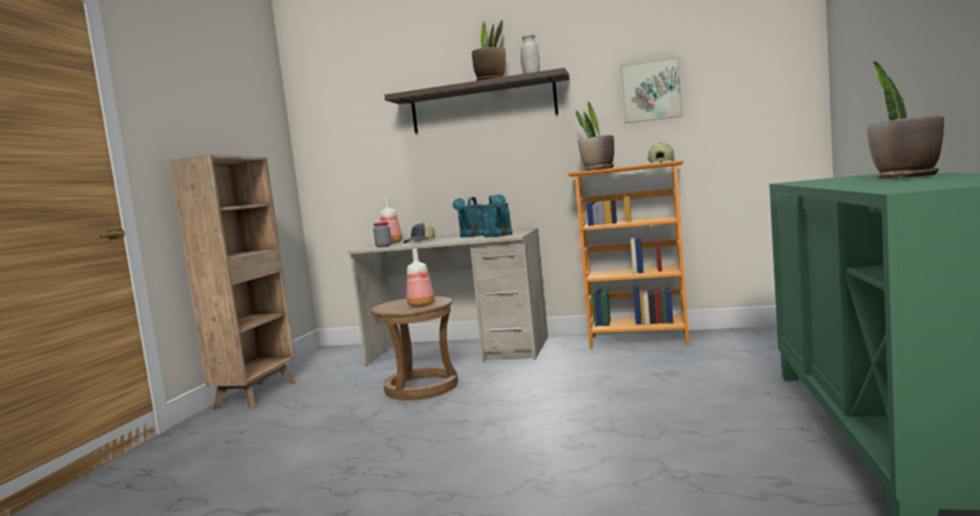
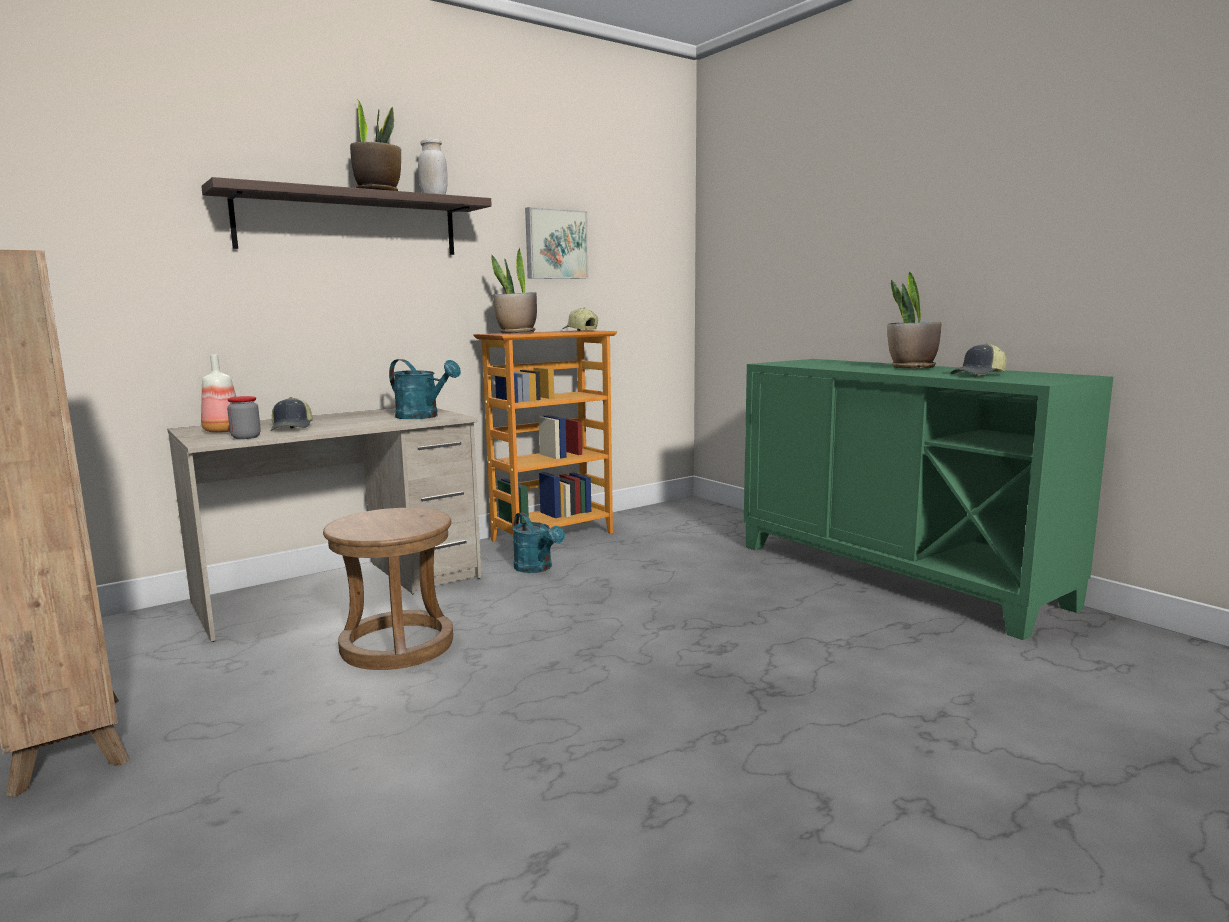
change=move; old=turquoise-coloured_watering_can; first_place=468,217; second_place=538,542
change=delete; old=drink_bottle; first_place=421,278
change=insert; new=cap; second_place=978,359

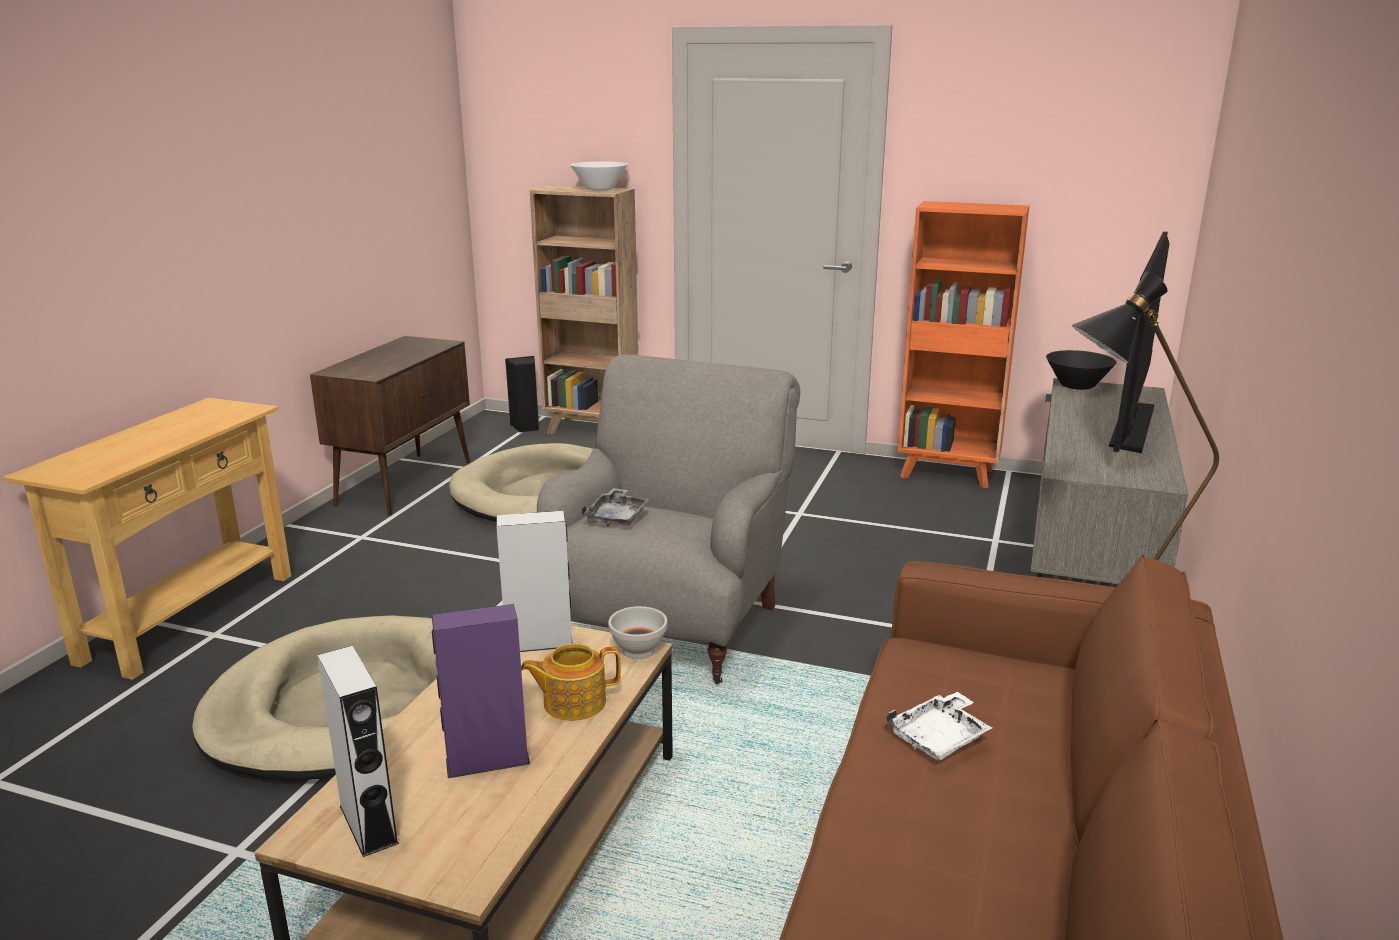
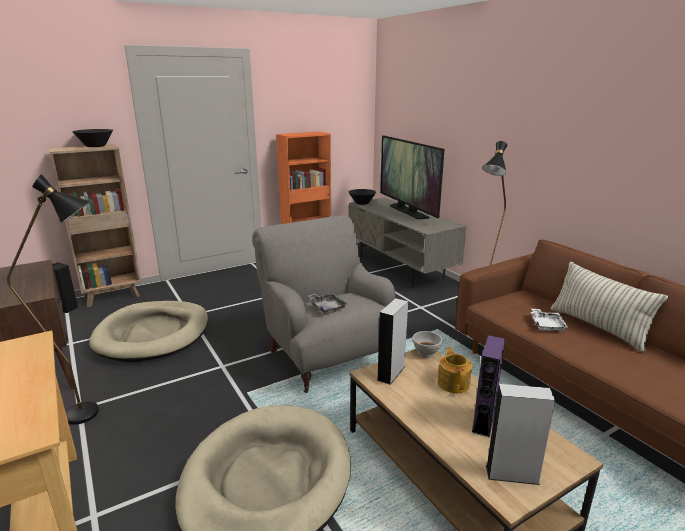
change=recolor; old=white_bowl; new=black-coloured_bowl; first_place=599,175; second_place=92,138
change=rotate; old=teapot; first_place=571,682; second_place=455,370; degrees=150
change=insert; new=black-coloured_standing_lamp; second_place=53,299
change=insert; new=throw_pillow; second_place=609,306

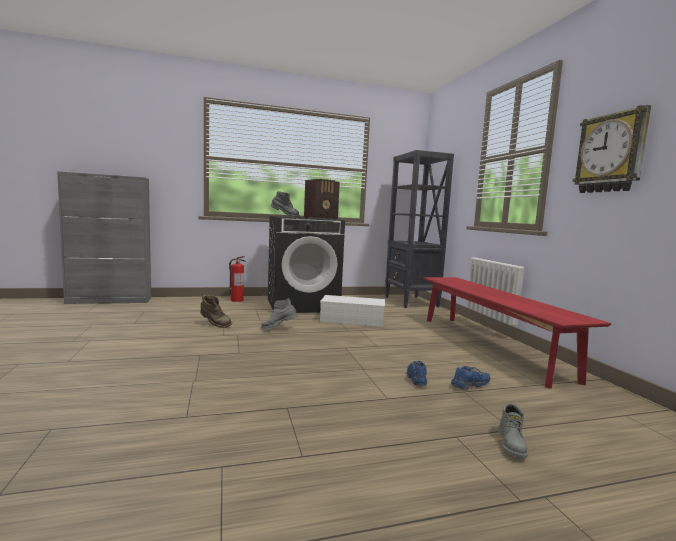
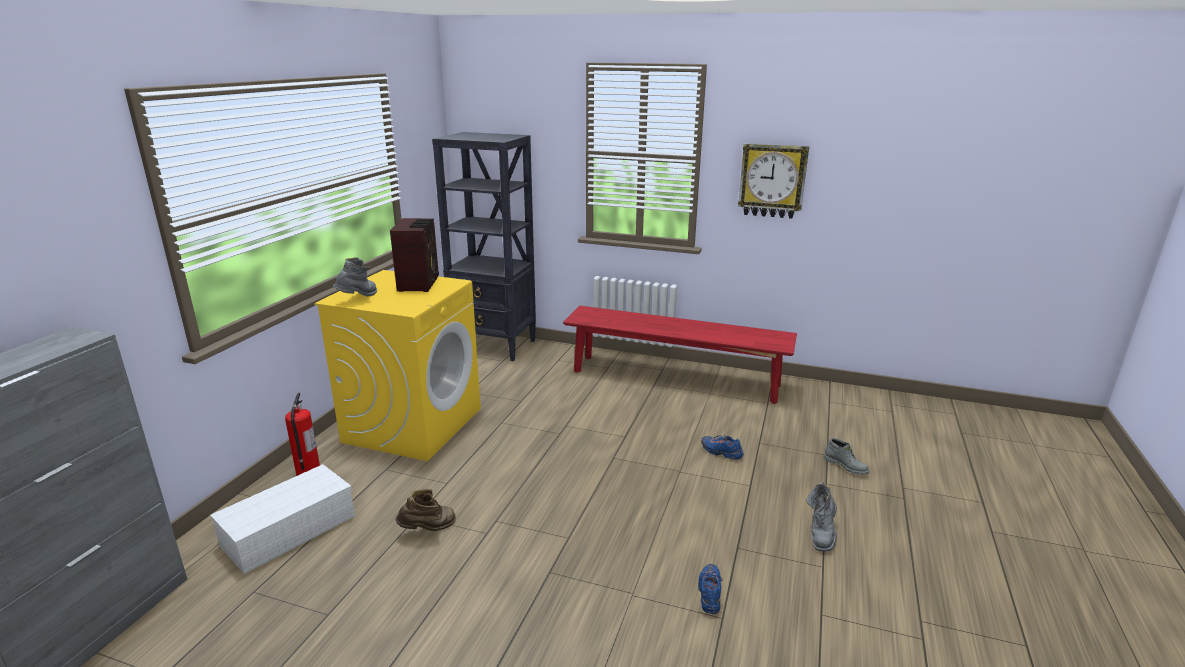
change=recolor; old=black-coloured_laundry_machine; new=yellow-coloured_laundry_machine; first_place=306,264; second_place=397,365
change=move; old=white_storage_container; first_place=352,311; second_place=282,519
change=move; old=gray_high-top_boot; first_place=279,313; second_place=821,517
change=move; old=blue-coloured_item_of_footwear; first_place=470,377; second_place=710,589

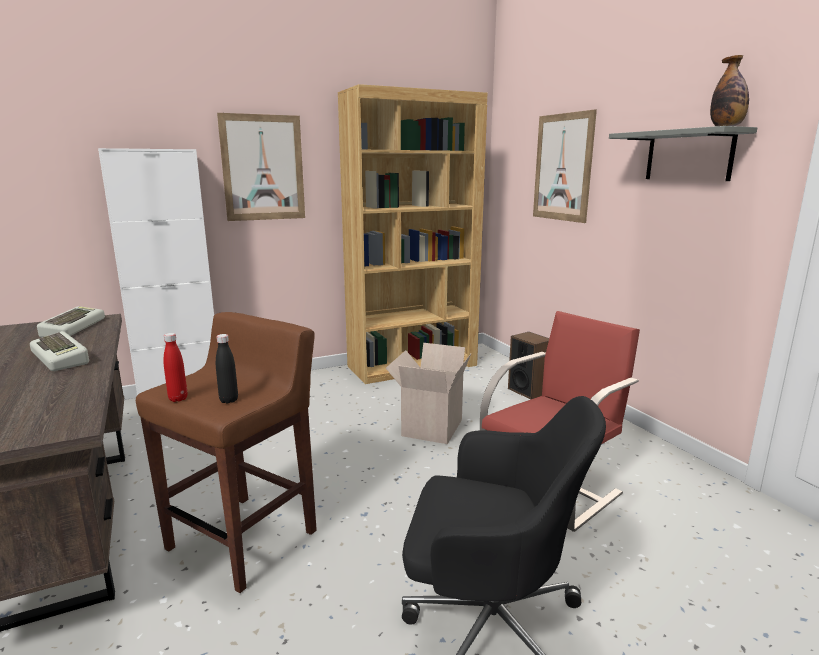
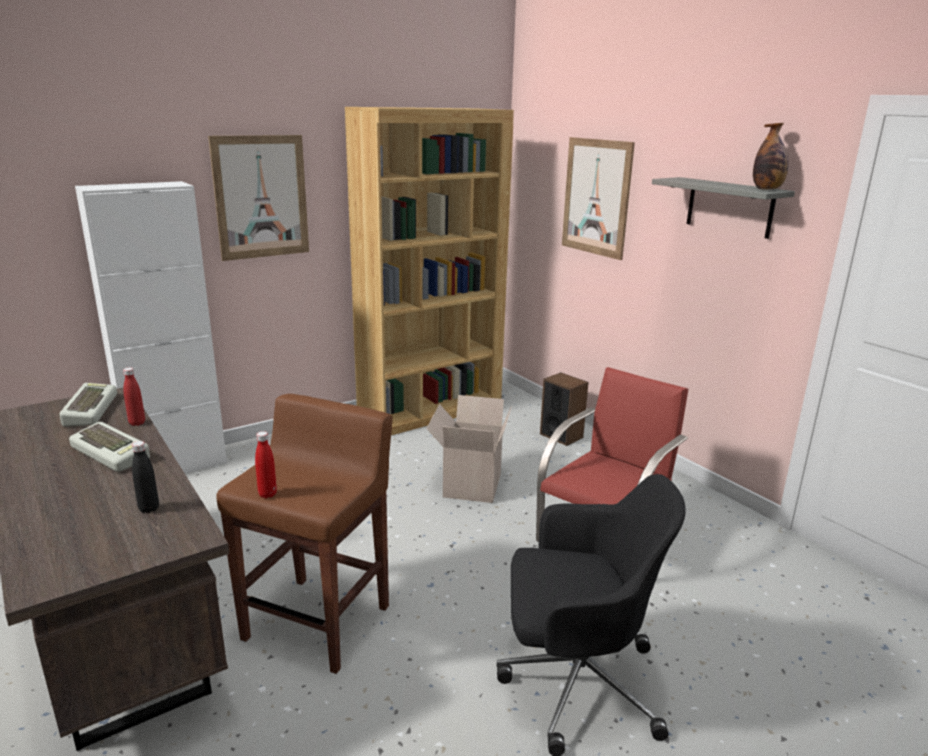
change=move; old=black-coloured_drink_bottle; first_place=227,369; second_place=145,477
change=insert; new=red_drink_bottle; second_place=134,396

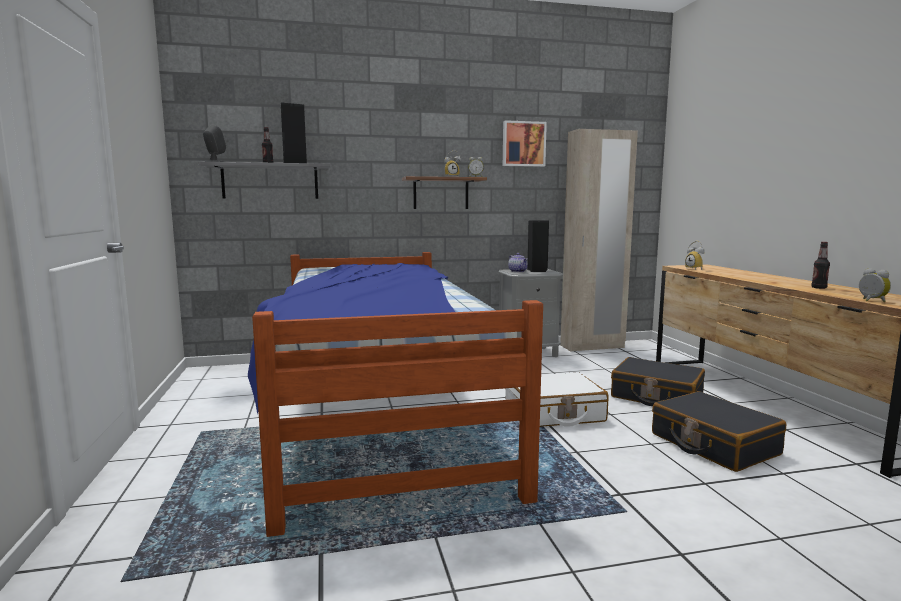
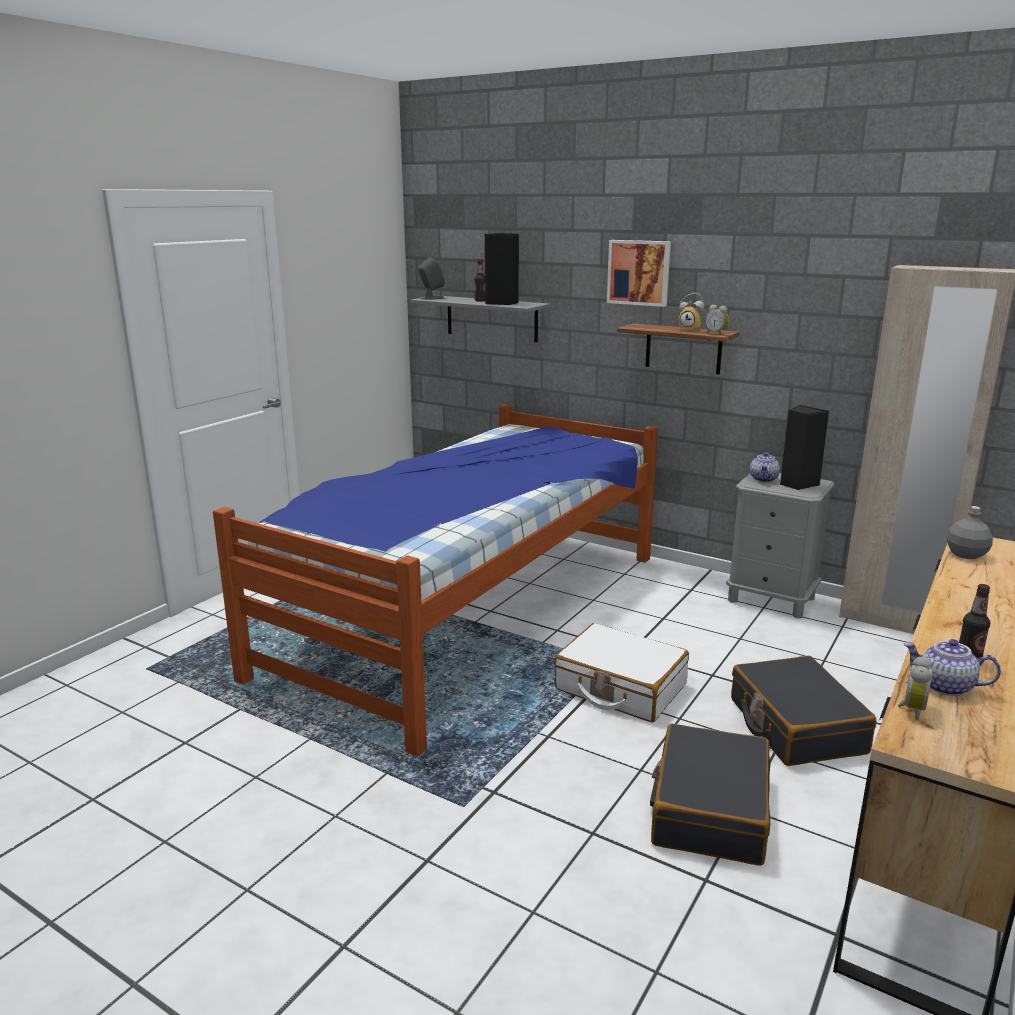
change=move; old=wall_picture; first_place=525,143; second_place=639,273
change=replace; old=alarm_clock; new=gray_drink_bottle; first_place=695,255; second_place=969,532
change=insert; new=teapot; second_place=952,667

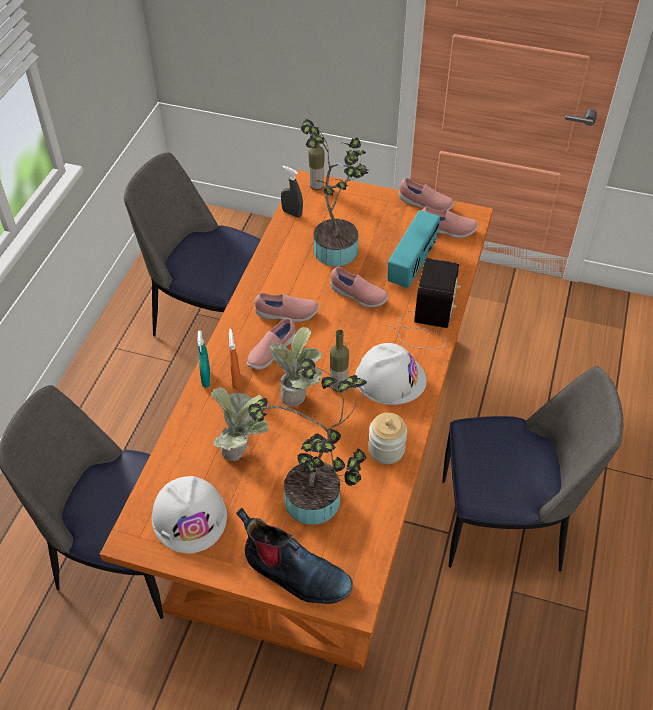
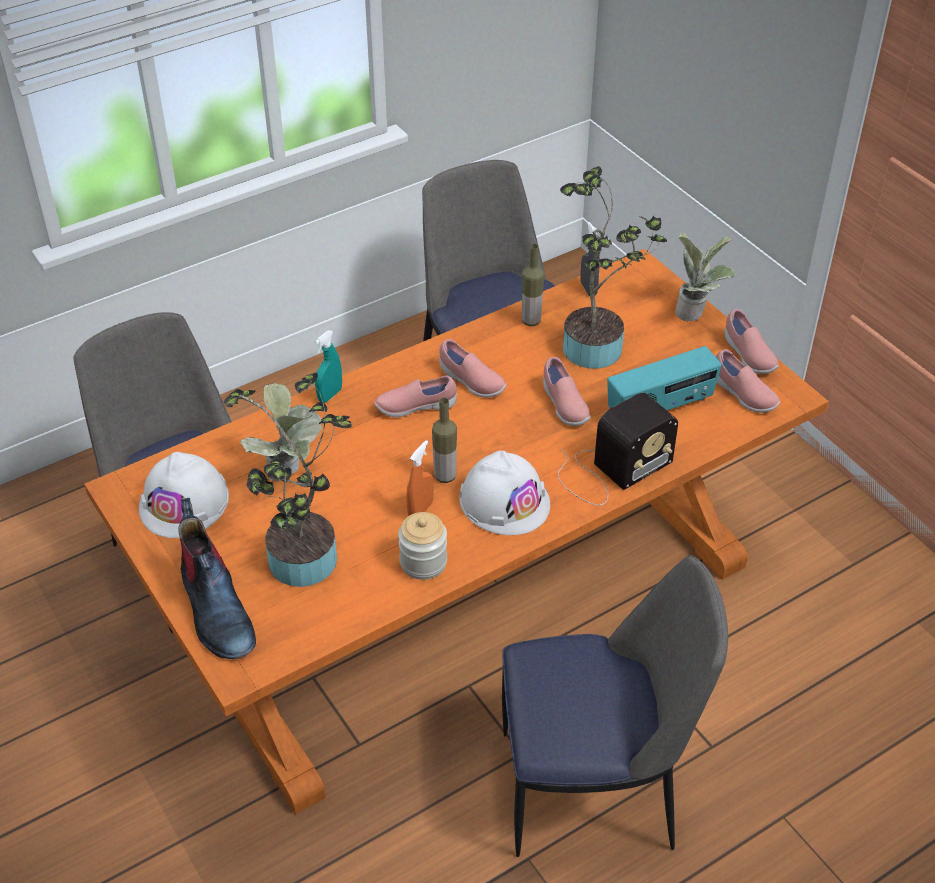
change=move; old=drink_bottle; first_place=316,162; second_place=533,285
change=move; old=potted_plant; first_place=296,367; second_place=705,275
change=move; old=orange-coloured_sprayer; first_place=235,359; second_place=420,478
change=rotate; old=upright_chair; first_place=533,469; second_place=615,706; degrees=-45

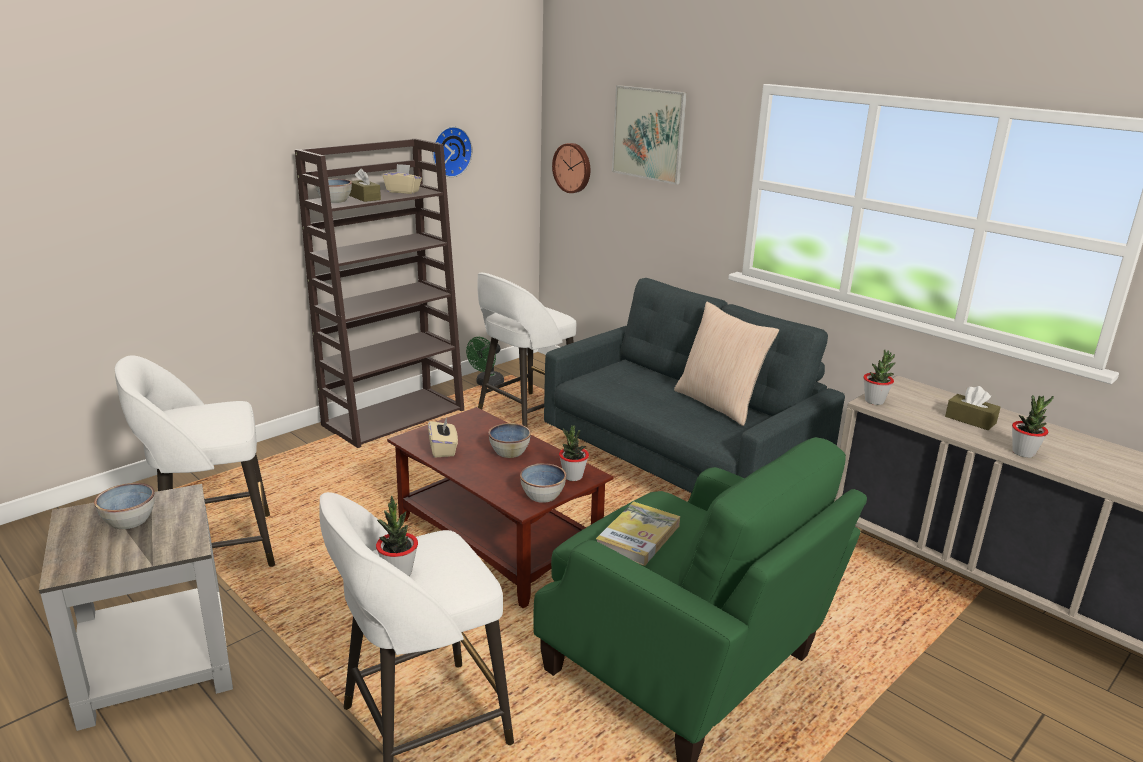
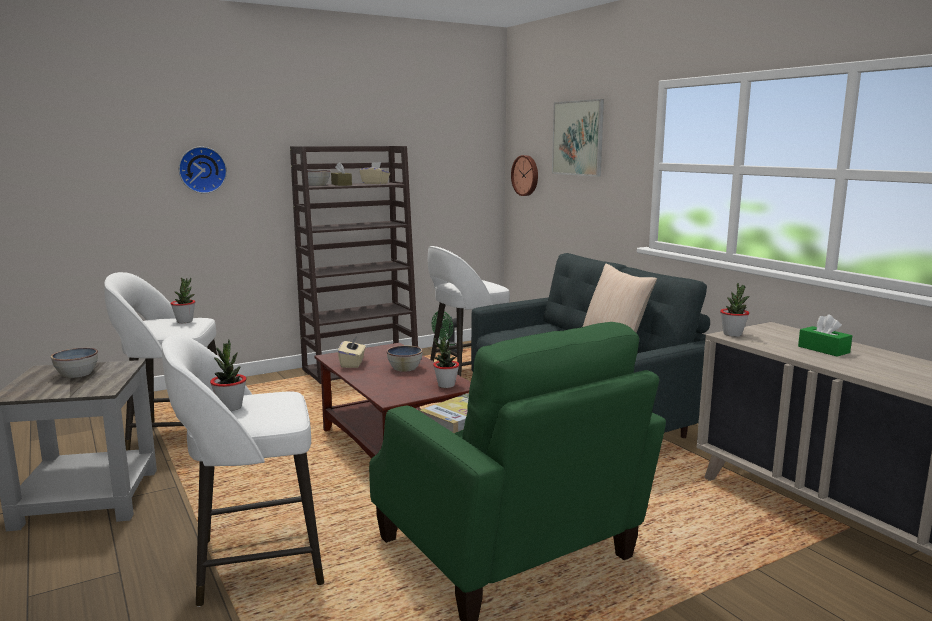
change=move; old=wall_clock; first_place=452,151; second_place=203,170
change=recolor; old=brown_box_of_tissues; new=green_box_of_tissues; first_place=973,408; second_place=825,336
change=move; old=potted_plant; first_place=1033,426; second_place=182,300
change=delete; old=bowl; first_place=543,483

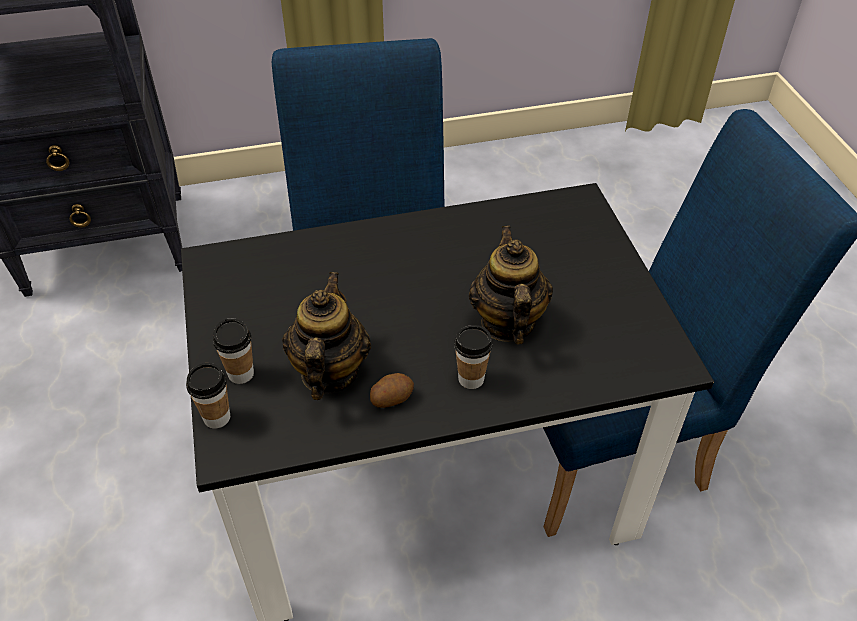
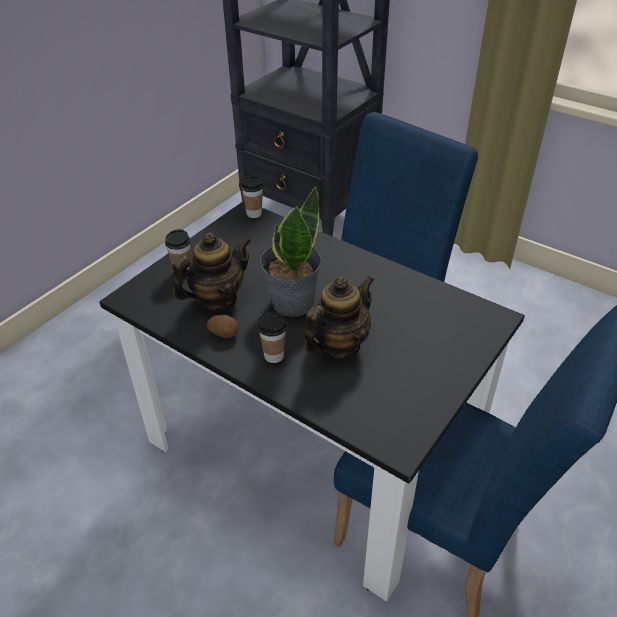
change=move; old=small_cup; first_place=208,396; second_place=252,197
change=insert; new=potted_plant; second_place=291,252

